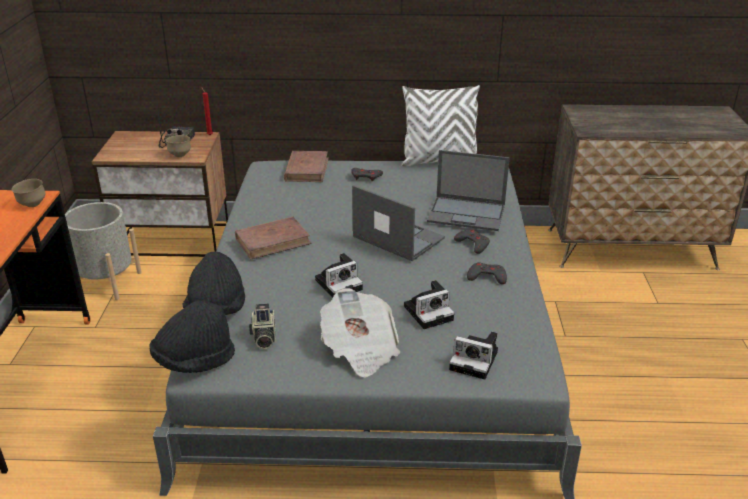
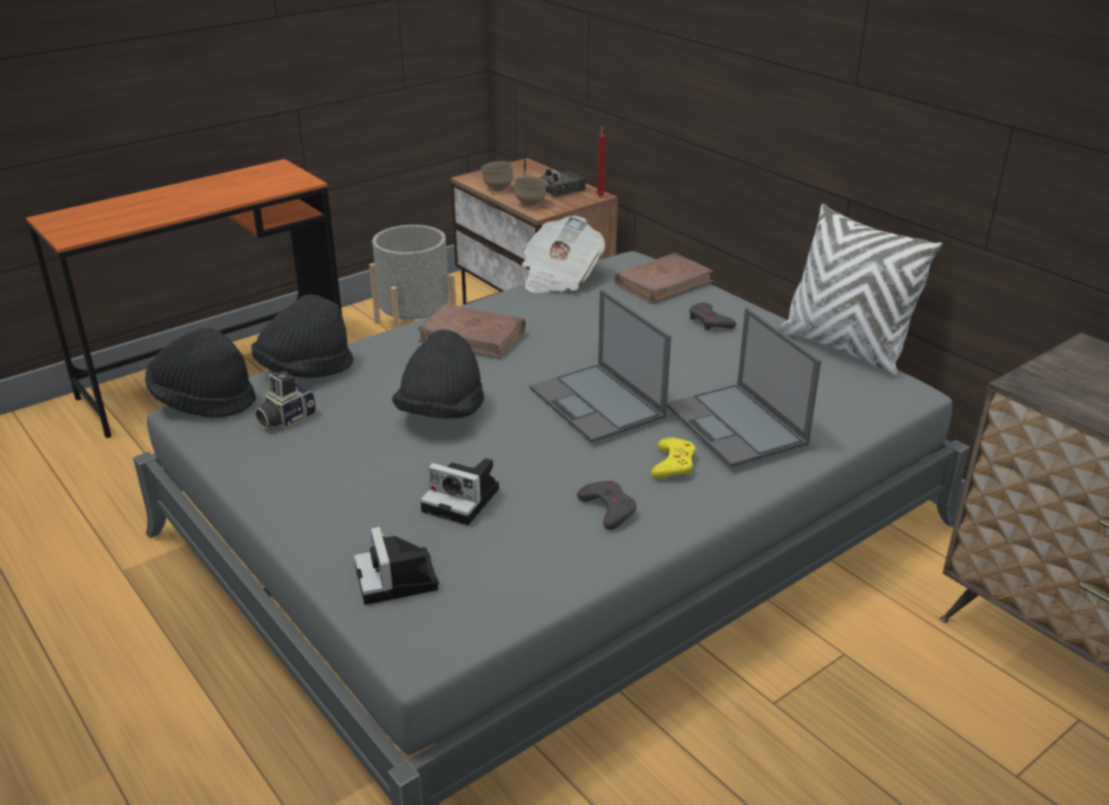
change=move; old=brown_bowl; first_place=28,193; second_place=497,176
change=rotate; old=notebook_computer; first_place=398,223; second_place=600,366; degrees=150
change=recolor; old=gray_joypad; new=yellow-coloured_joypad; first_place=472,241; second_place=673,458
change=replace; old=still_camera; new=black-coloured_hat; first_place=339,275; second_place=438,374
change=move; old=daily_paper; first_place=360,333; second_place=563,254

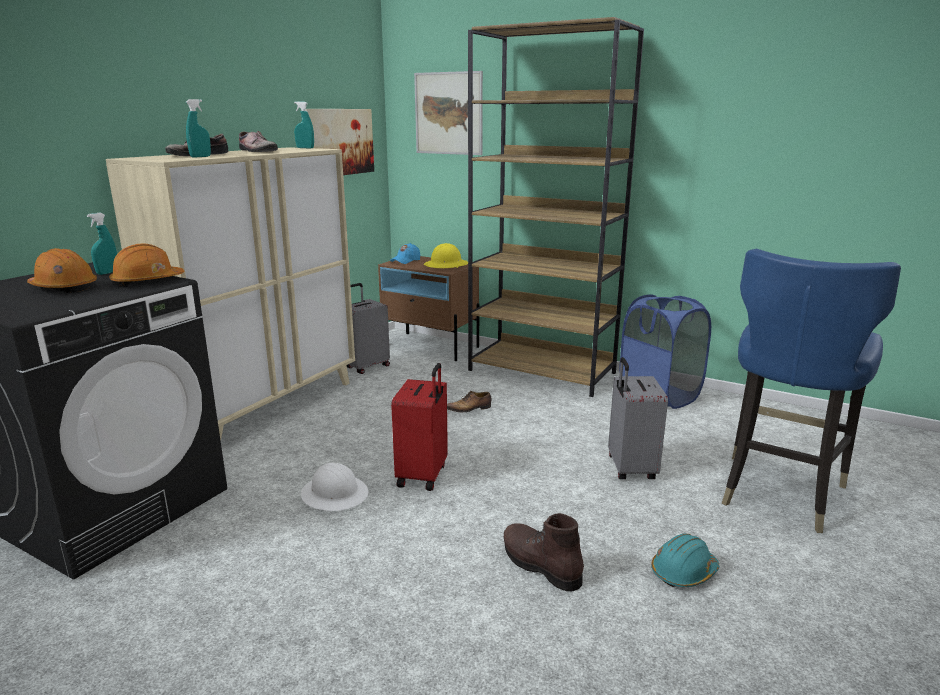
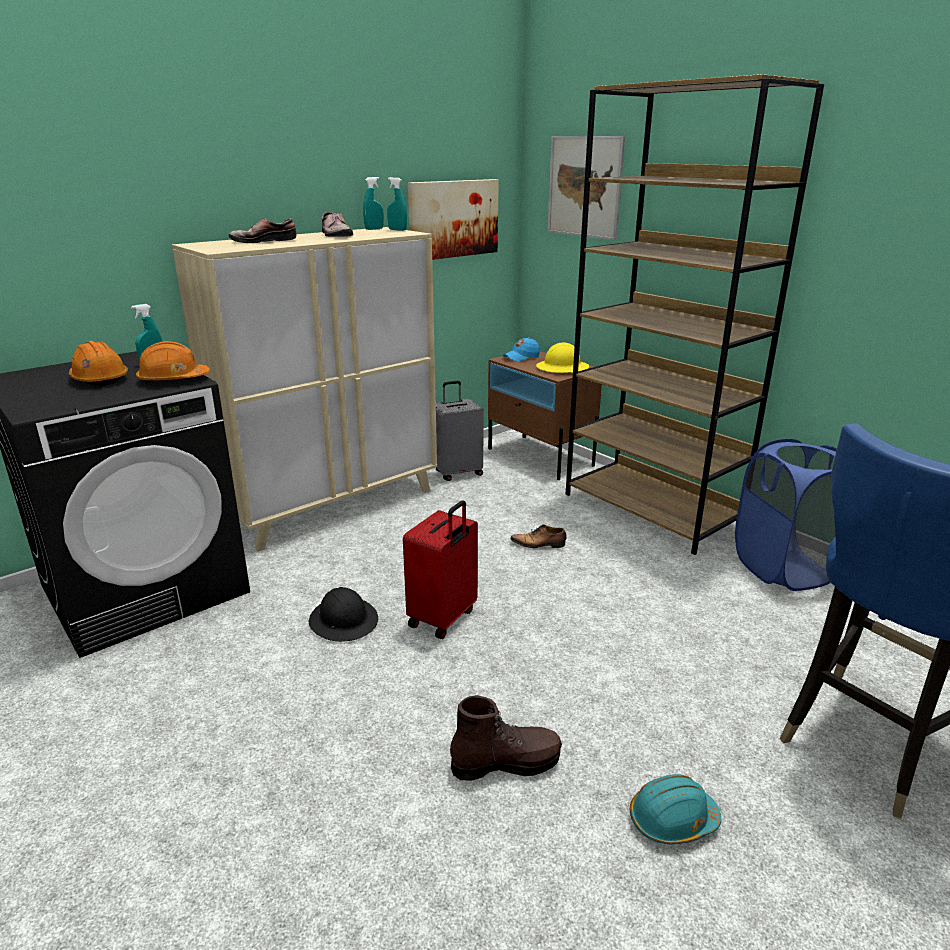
change=move; old=turquoise-coloured_sprayer; first_place=198,128; second_place=373,203
change=delete; old=gray_piece_of_luggage; first_place=638,418
change=recolor; old=white_safety_helmet; new=black-coloured_safety_helmet; first_place=334,486; second_place=343,614
change=rotate; old=brown_high-top_boot; first_place=544,552; second_place=506,737; degrees=105

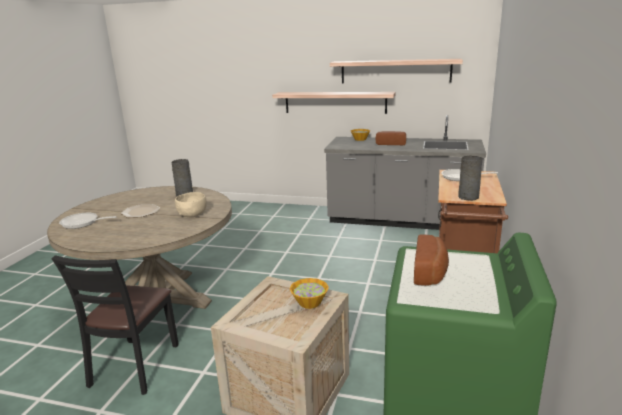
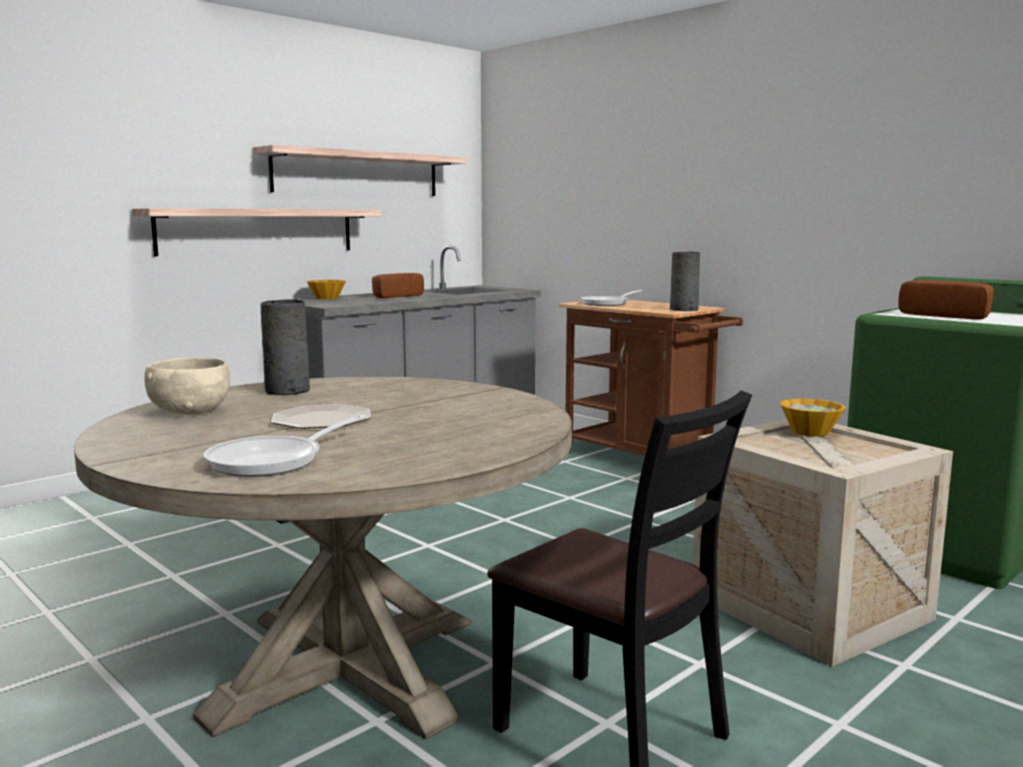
change=move; old=sand-coloured_bowl; first_place=191,204; second_place=187,386

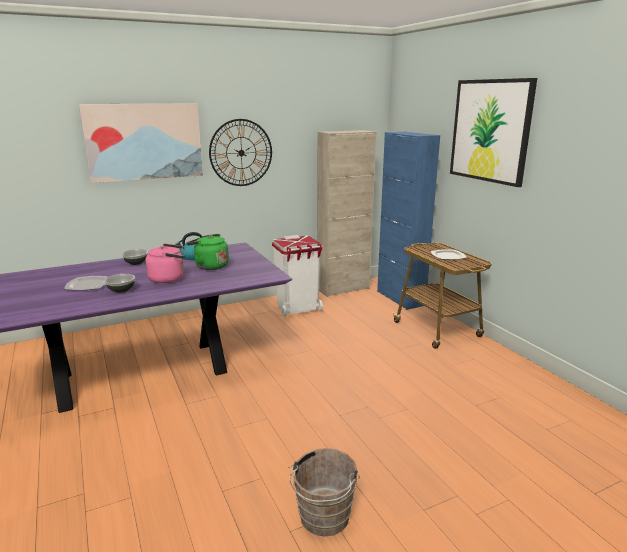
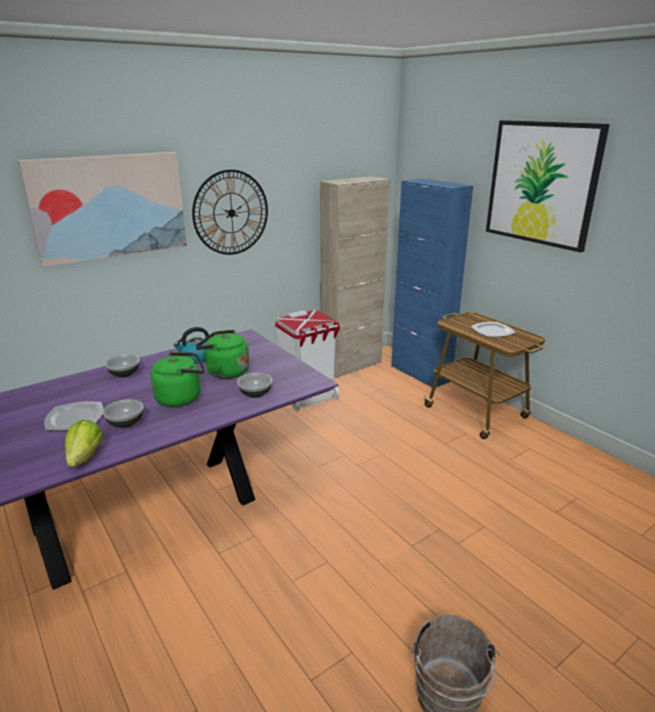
change=recolor; old=pinkish_kettle; new=green_kettle; first_place=165,263; second_place=177,379
change=insert; new=bowl; second_place=254,385
change=insert; new=head_of_lettuce; second_place=84,443

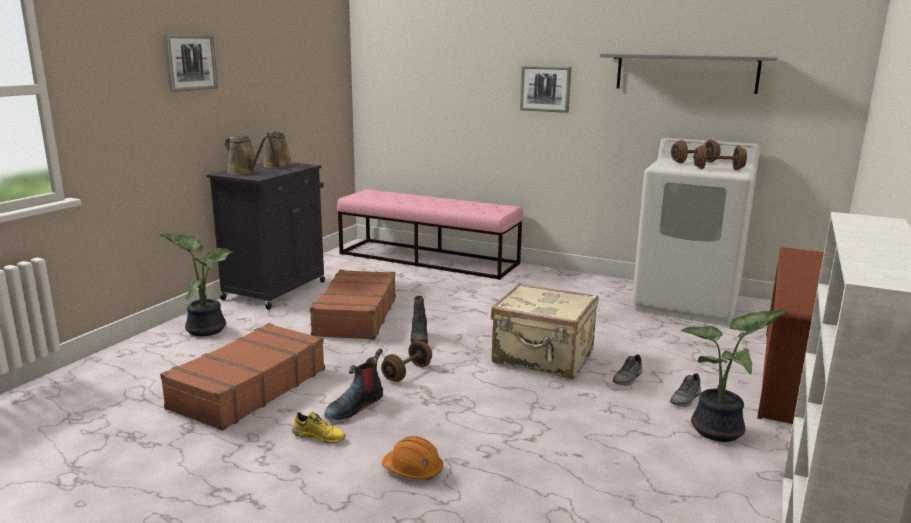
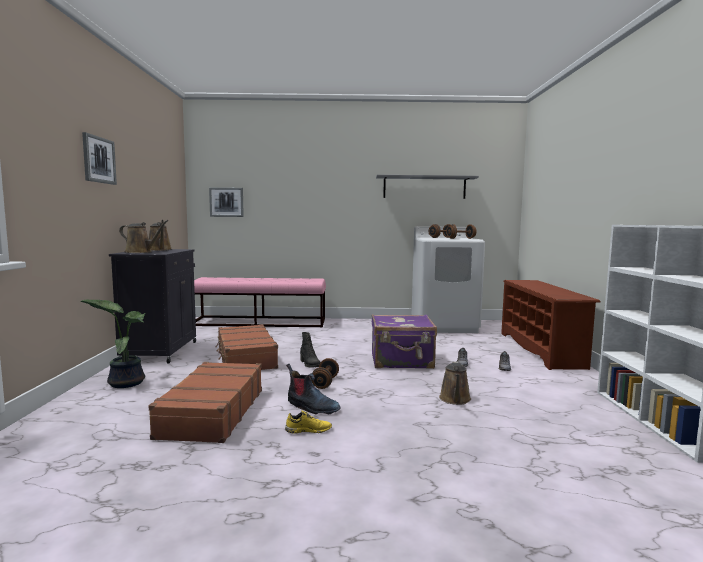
change=move; old=wall_picture; first_place=545,89; second_place=226,202
change=recolor; old=sand-coloured_piece_of_luggage; new=purplish_piece_of_luggage; first_place=544,331; second_place=404,341
change=delete; old=potted_plant; first_place=735,376
change=rotate; old=high-top_boot; first_place=353,384; second_place=313,389; degrees=-75
change=delete; old=orange-coloured_safety_helmet; first_place=412,458
change=insert; new=brown_watering_can; second_place=455,383

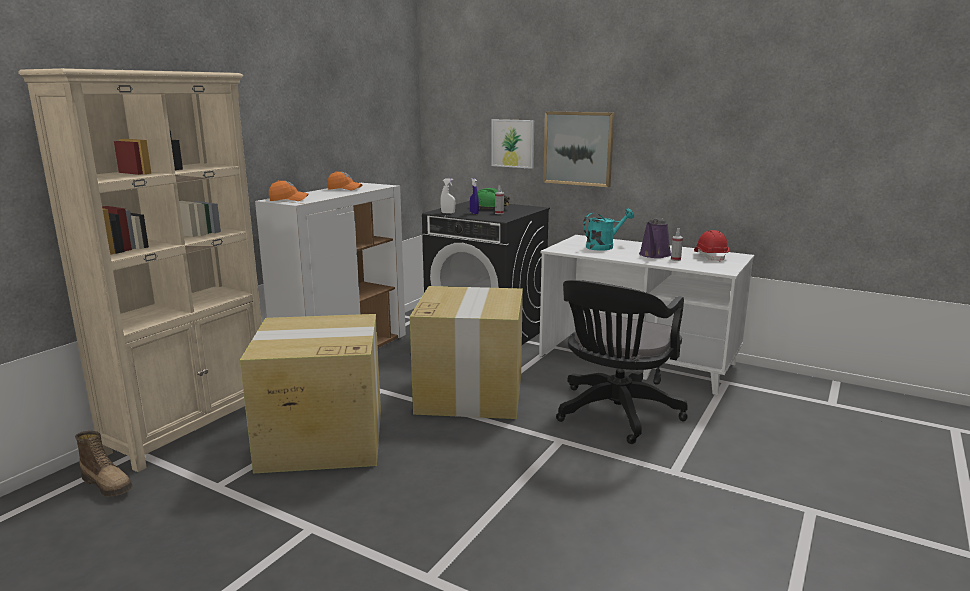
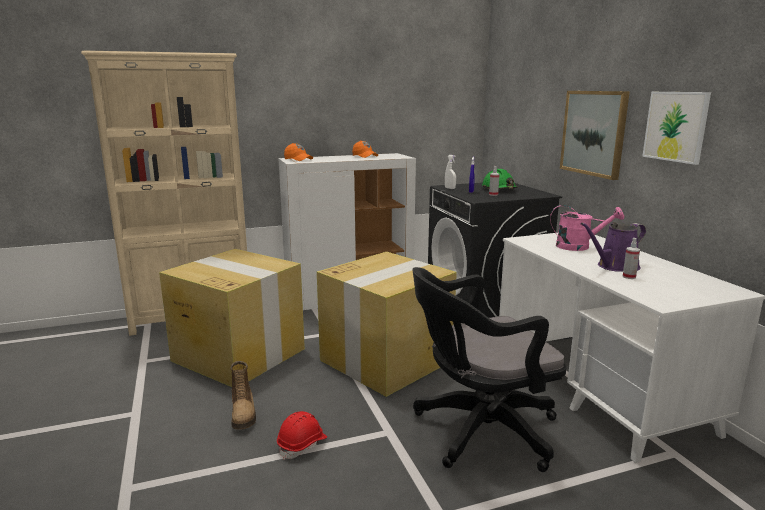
change=move; old=wall_picture; first_place=512,144; second_place=676,128
change=recolor; old=turquoise-coloured_watering_can; new=pinkish_watering_can; first_place=608,230; second_place=587,228
change=move; old=red_safety_helmet; first_place=711,246; second_place=302,435
change=move; old=high-top_boot; first_place=104,464; second_place=243,395

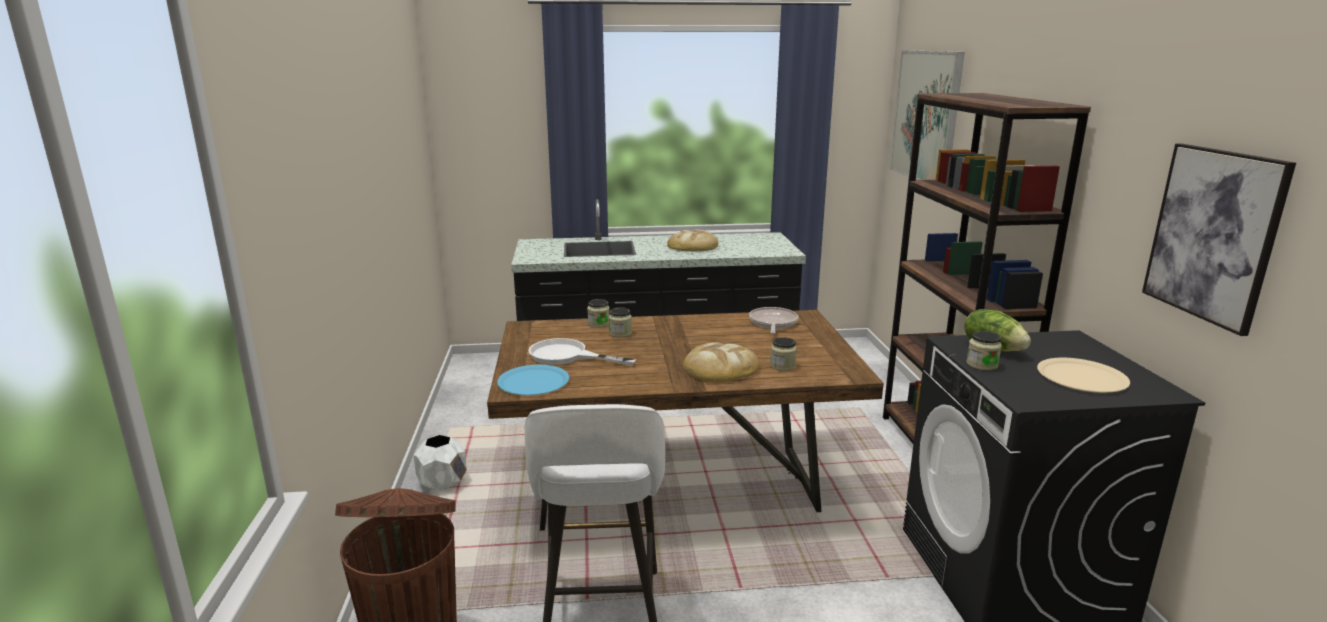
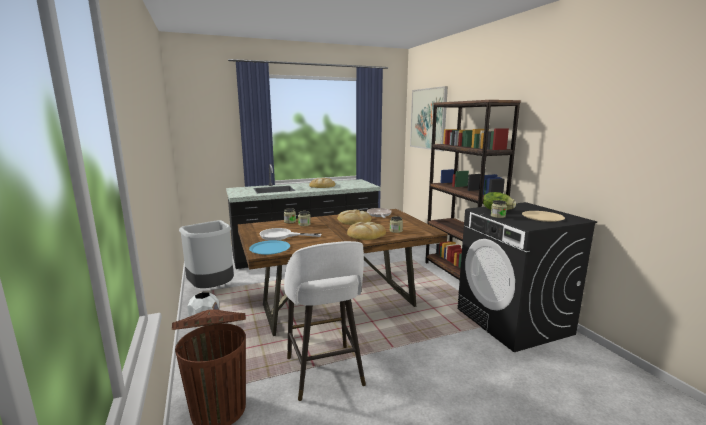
change=delete; old=wall_picture; first_place=1219,239
change=insert; new=bread; second_place=354,217
change=insert; new=gray_rubbish_bin; second_place=206,254

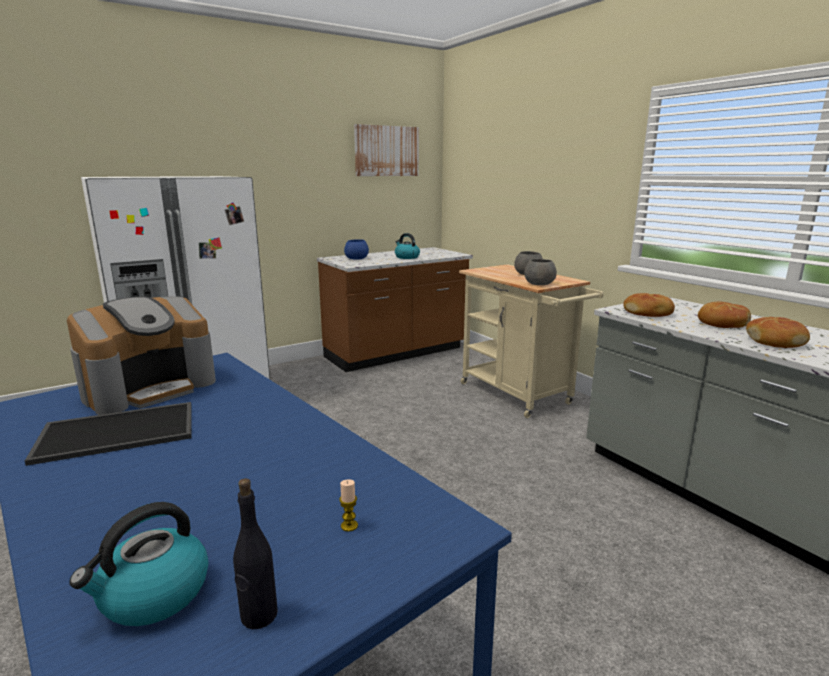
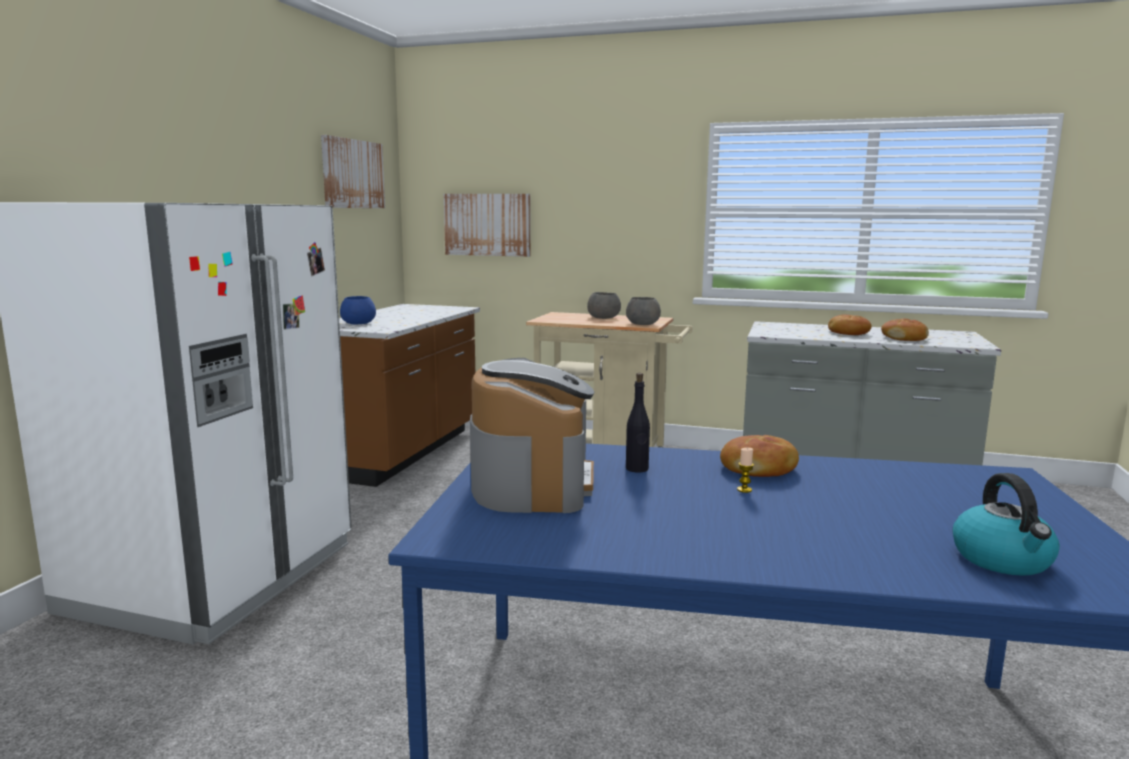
change=delete; old=kettle; first_place=407,246
change=move; old=bread; first_place=649,305; second_place=759,456
change=delete; old=carrying_tray; first_place=108,434
change=move; old=black-coloured_drink_bottle; first_place=255,554; second_place=638,423
change=move; old=candle; first_place=348,505; second_place=745,470
change=insert; new=wall_picture; second_place=487,225

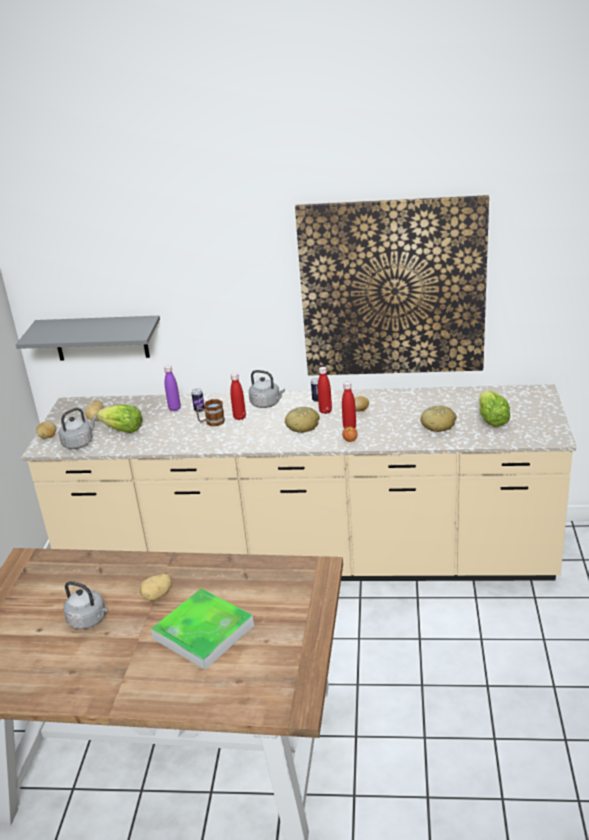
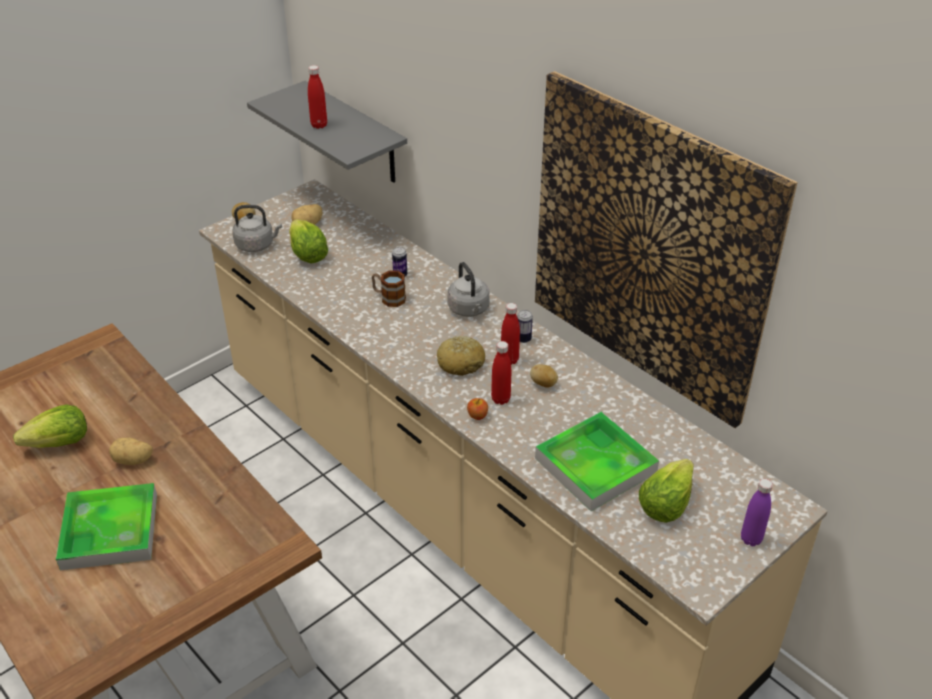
change=move; old=purplish_drink_bottle; first_place=172,388; second_place=757,512
change=move; old=red_drink_bottle; first_place=238,396; second_place=317,97
change=replace; old=bread; new=carrying_tray; first_place=438,418; second_place=597,461
change=replace; old=gray_kettle; new=head_of_lettuce; first_place=85,605; second_place=50,426

